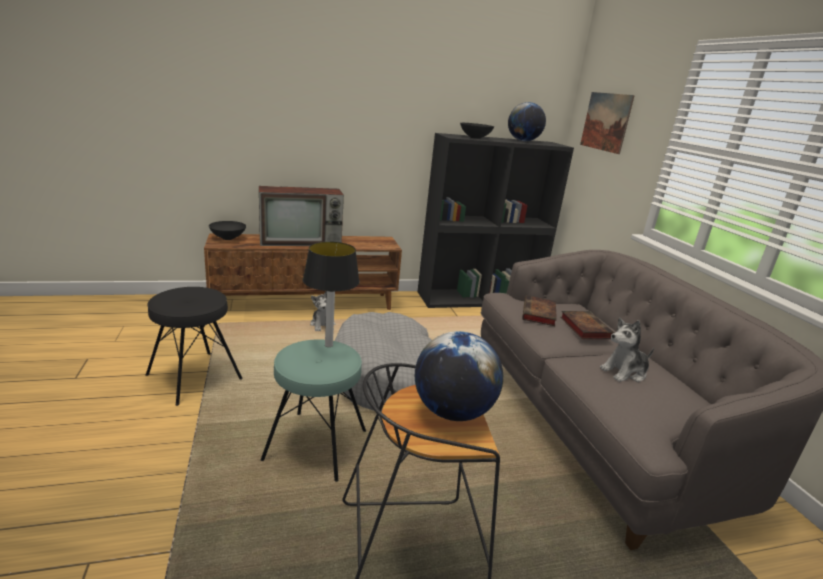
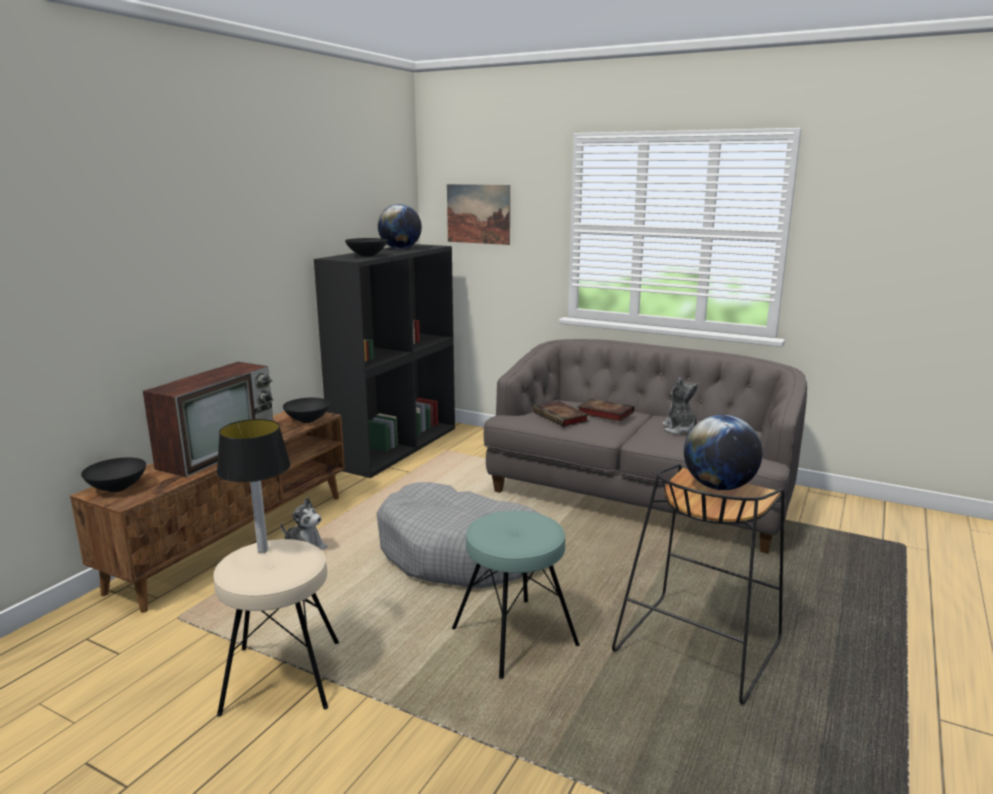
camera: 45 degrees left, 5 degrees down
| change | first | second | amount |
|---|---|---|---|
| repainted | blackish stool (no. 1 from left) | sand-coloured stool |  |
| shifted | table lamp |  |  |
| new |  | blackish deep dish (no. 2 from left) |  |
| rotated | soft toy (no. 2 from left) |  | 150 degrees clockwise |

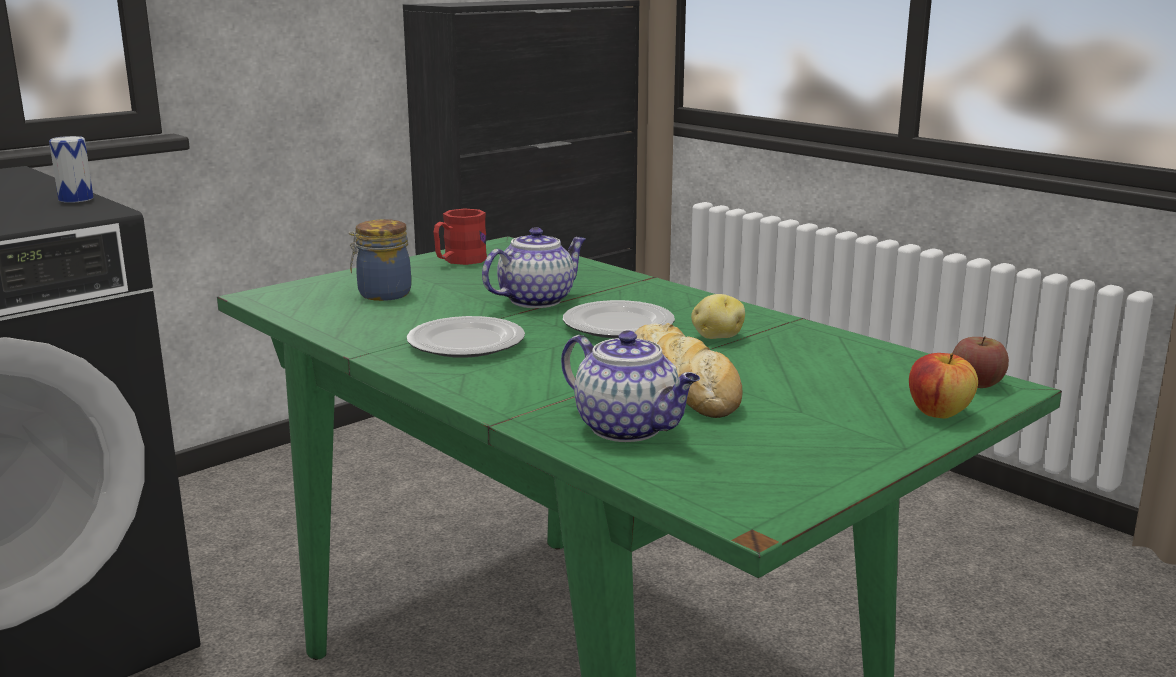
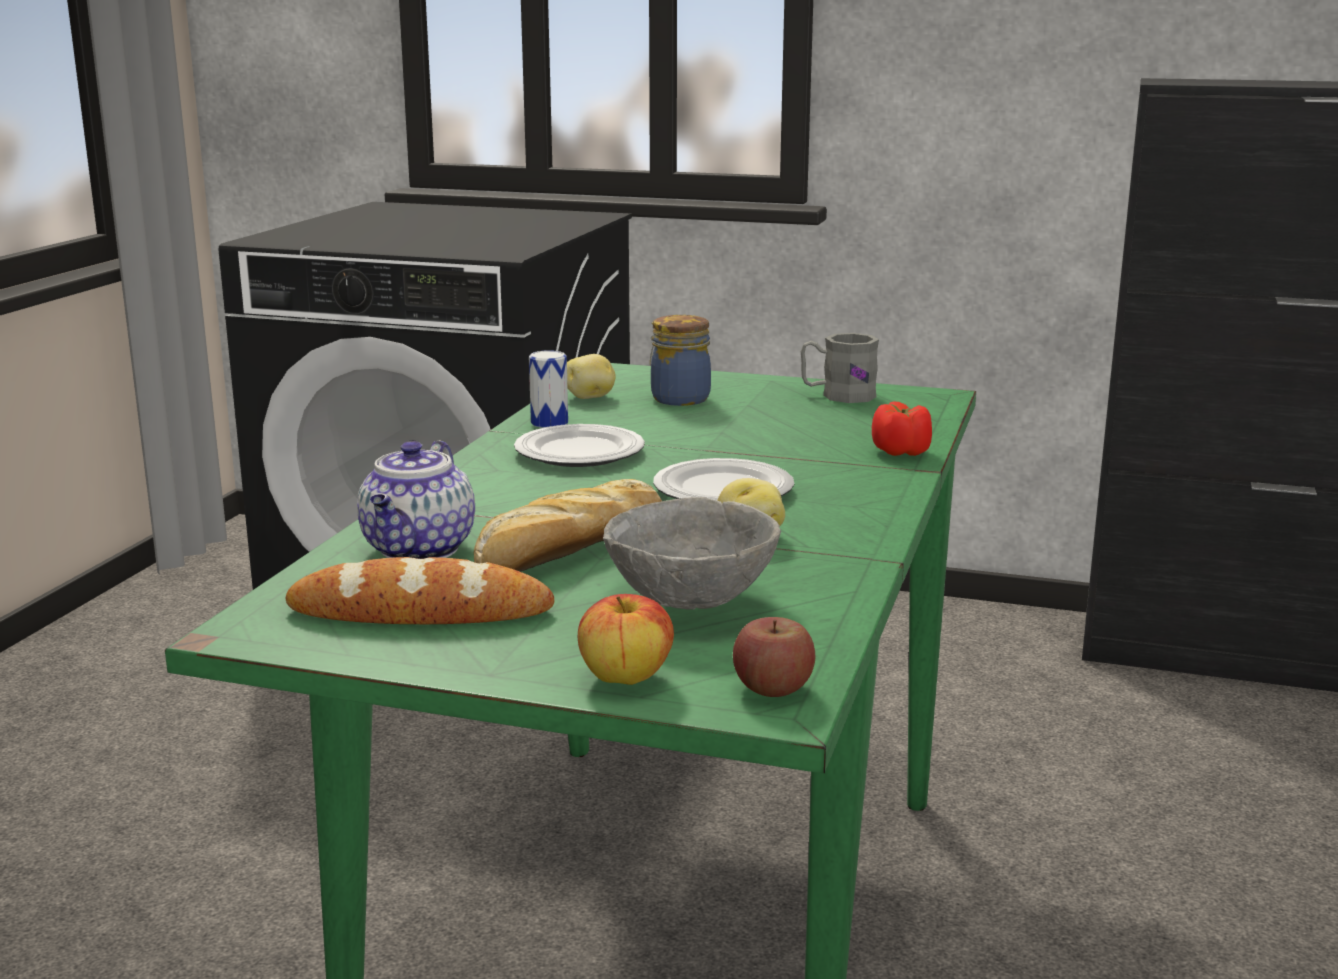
camera: 60 degrees right, 0 degrees up
| change | first | second | amount |
|---|---|---|---|
| new |  | bread (no. 1 from left) |  |
| shifted | sealed can |  |  |
| new |  | whole potato (no. 1 from left) |  |
| new |  | gray deep dish |  |
| repainted | red-coloured mug | gray mug |  |
| new |  | whole tomato |  |
| gone | tea pot (no. 1 from left) |  |  |

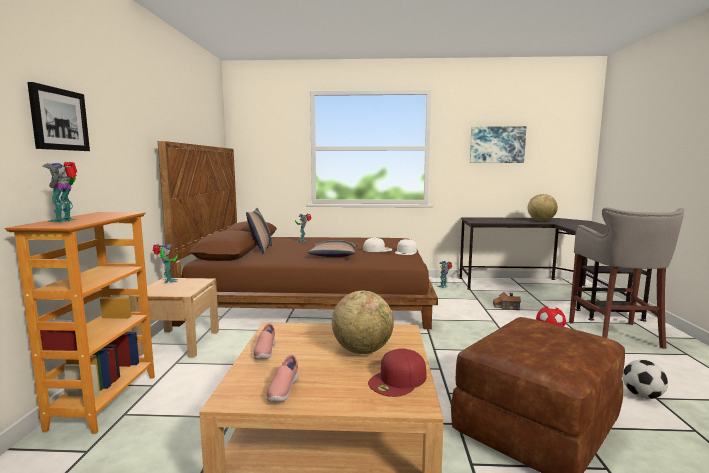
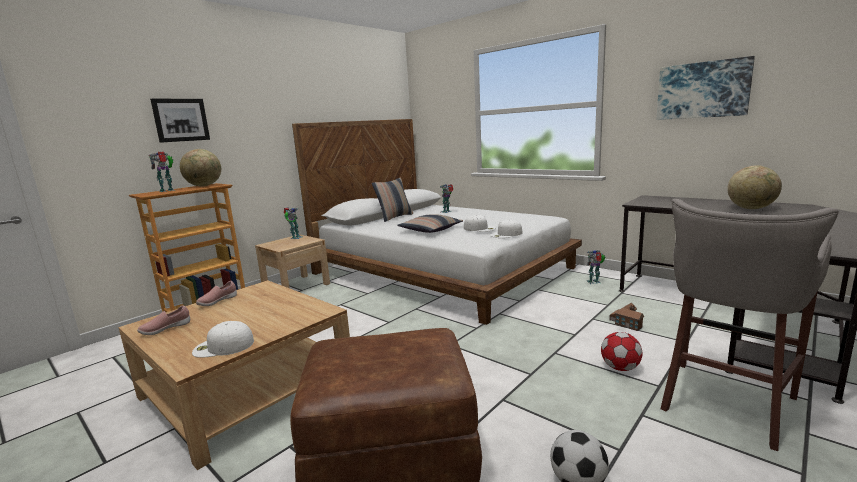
camera: 40 degrees right, 5 degrees up
| change | first | second | amount |
|---|---|---|---|
| shifted | globe (no. 1 from left) |  |  |
| repainted | red-coloured cap | white cap (no. 1 from left) |  |
| repainted | brown bedroom bed | white bedroom bed |  |

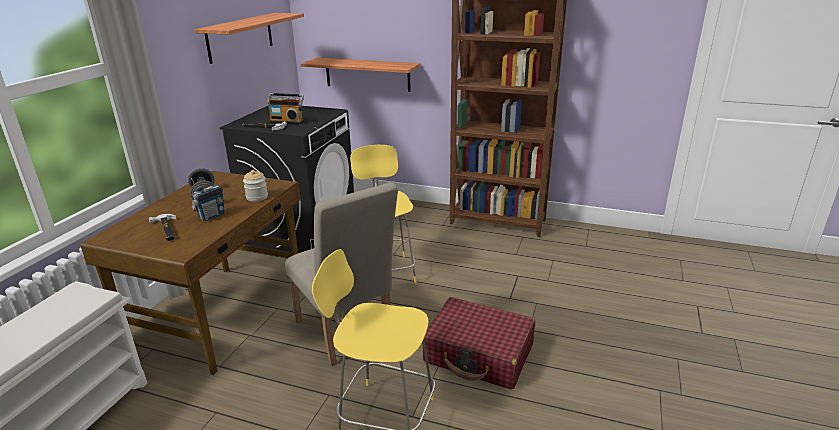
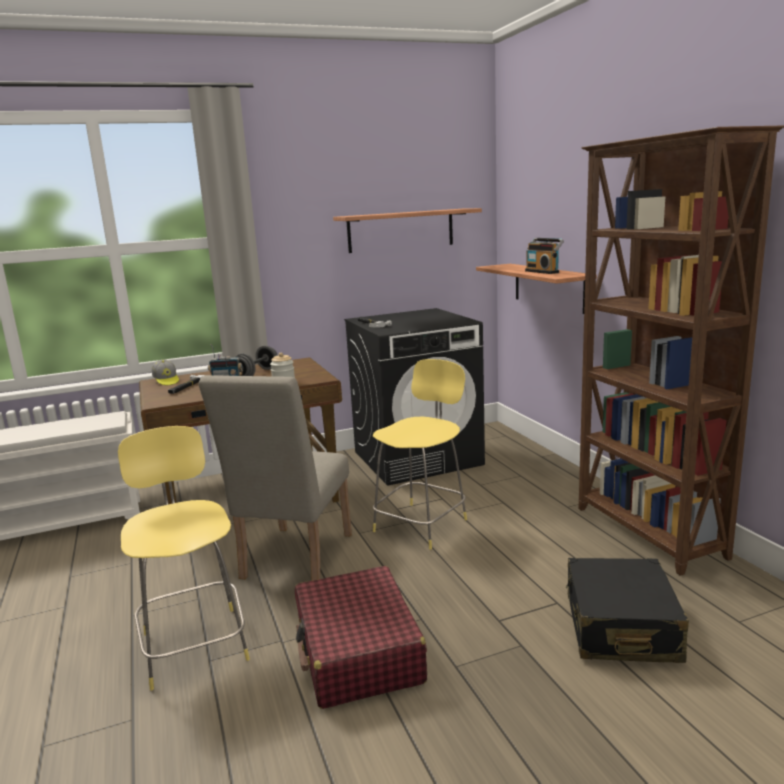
camera: 50 degrees right, 10 degrees down
| change | first | second | amount |
|---|---|---|---|
| new |  | cap |  |
| shifted | radio (no. 2 from left) |  |  |
| new |  | blackish travel case |  |

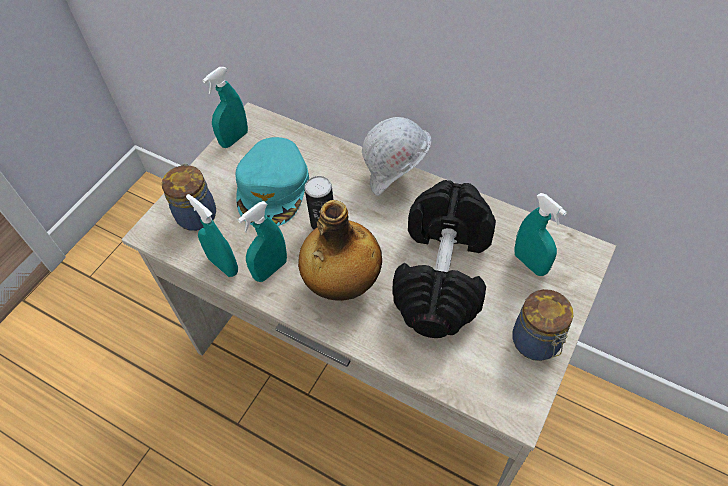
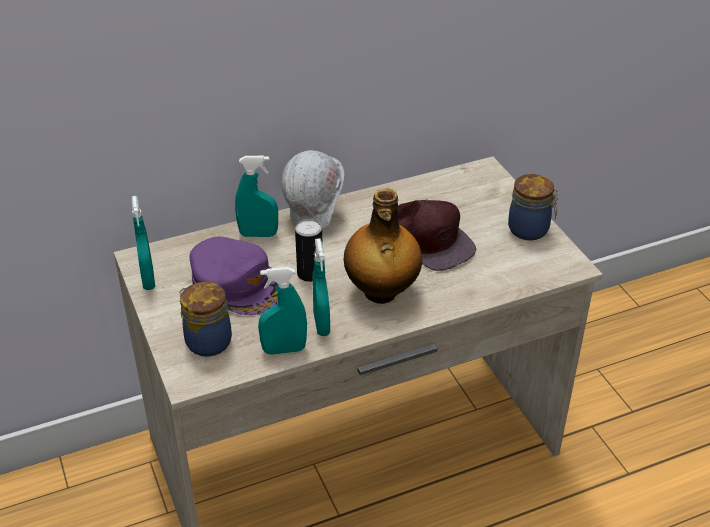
camera: 55 degrees left, 15 degrees down
| change | first | second | amount |
|---|---|---|---|
| repainted | blue-green cap | purple-coloured cap |  |
| shifted | blue-green hand sprayer (no. 4 from left in the first image) | blue-green hand sprayer (no. 2 from left) |  |
| swapped | blackish hand weight | brown cap |  |

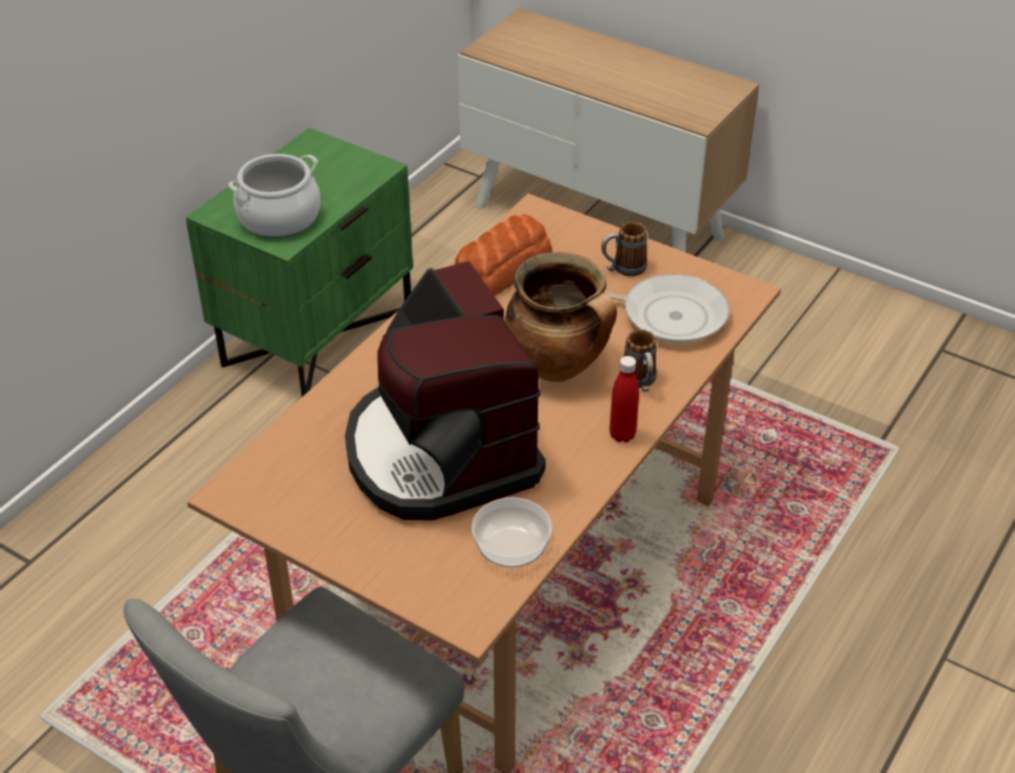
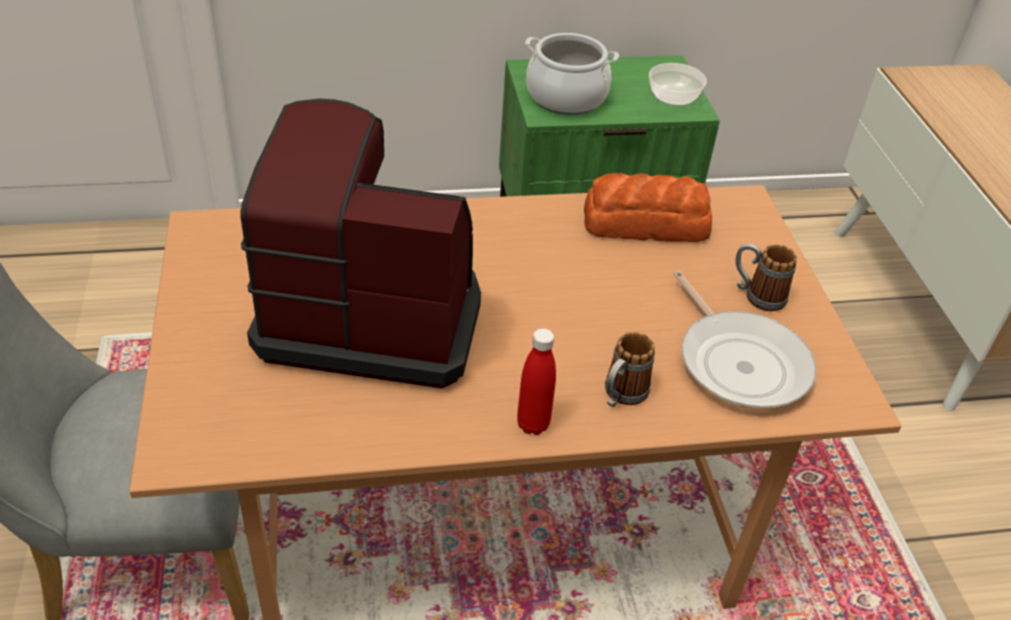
camera: 45 degrees right, 0 degrees up
| change | first | second | amount |
|---|---|---|---|
| rotated | coffee brewer |  | 75 degrees clockwise |
| shifted | deep dish |  |  |
| gone | saucepot (no. 2 from left) |  |  |

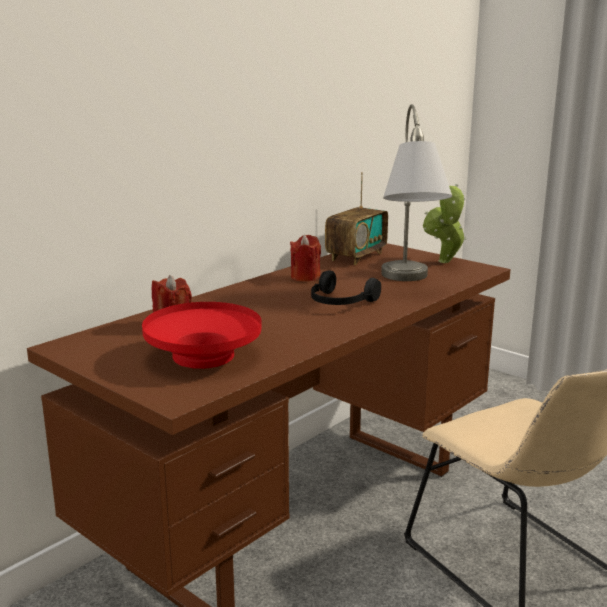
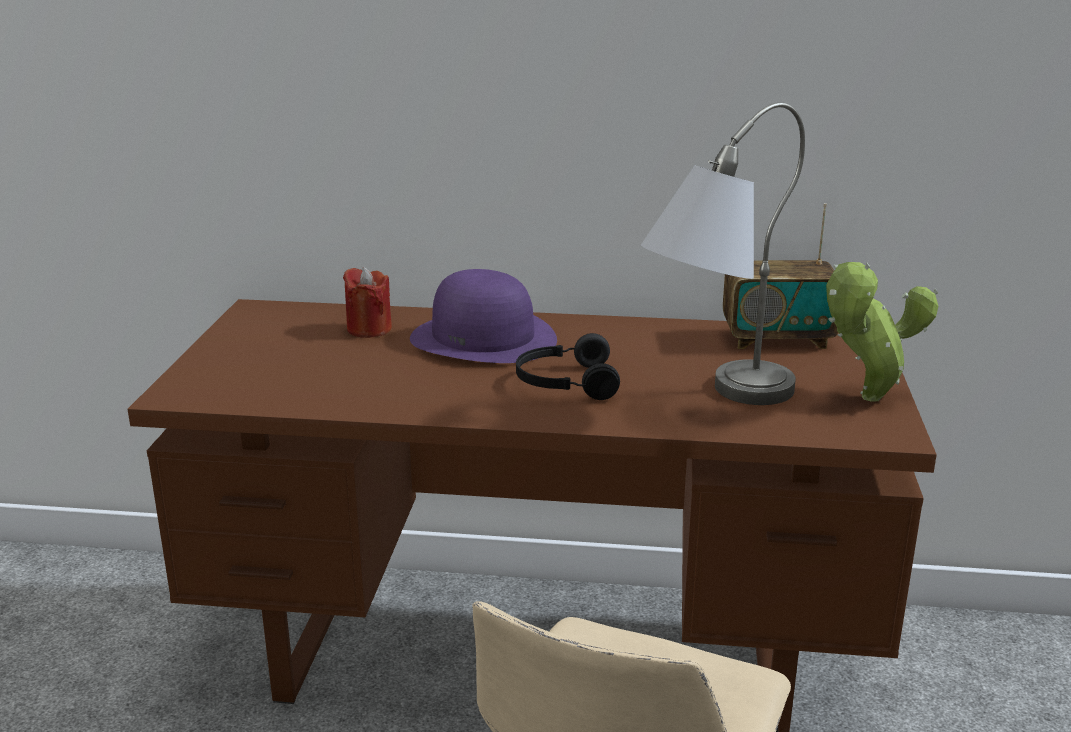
camera: 55 degrees right, 5 degrees up
| change | first | second | amount |
|---|---|---|---|
| new |  | purple-coloured wearable hat |  |
| gone | red-coloured deep dish |  |  |
| gone | red-coloured wax light (no. 2 from left) |  |  |

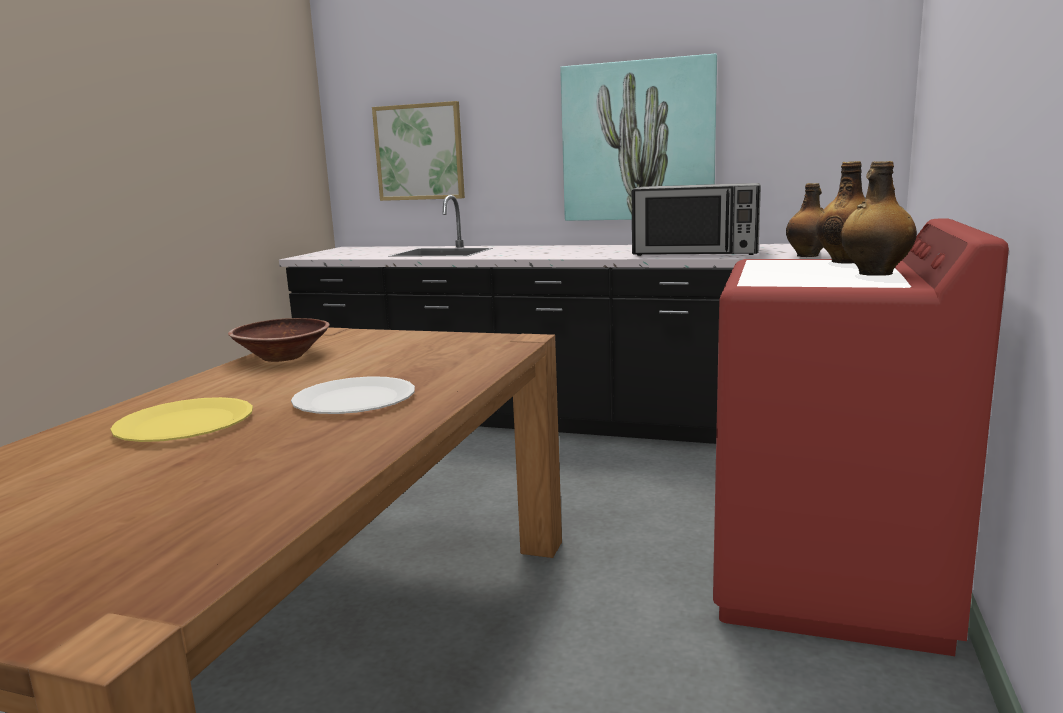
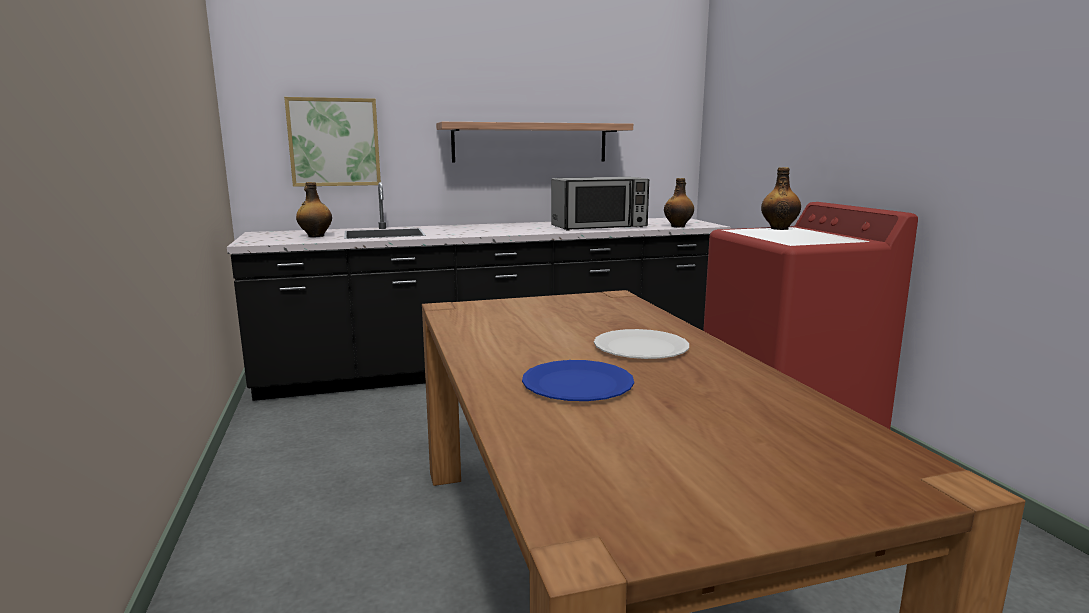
camera: 35 degrees left, 0 degrees up
| change | first | second | amount |
|---|---|---|---|
| shifted | beverage bottle (no. 3 from left in the first image) | beverage bottle (no. 1 from left) |  |
| swapped | picture (no. 2 from left) | bracket shelf |  |
| repainted | yellow-coloured flat dish | bluish flat dish |  |
| gone | brown deep dish |  |  |

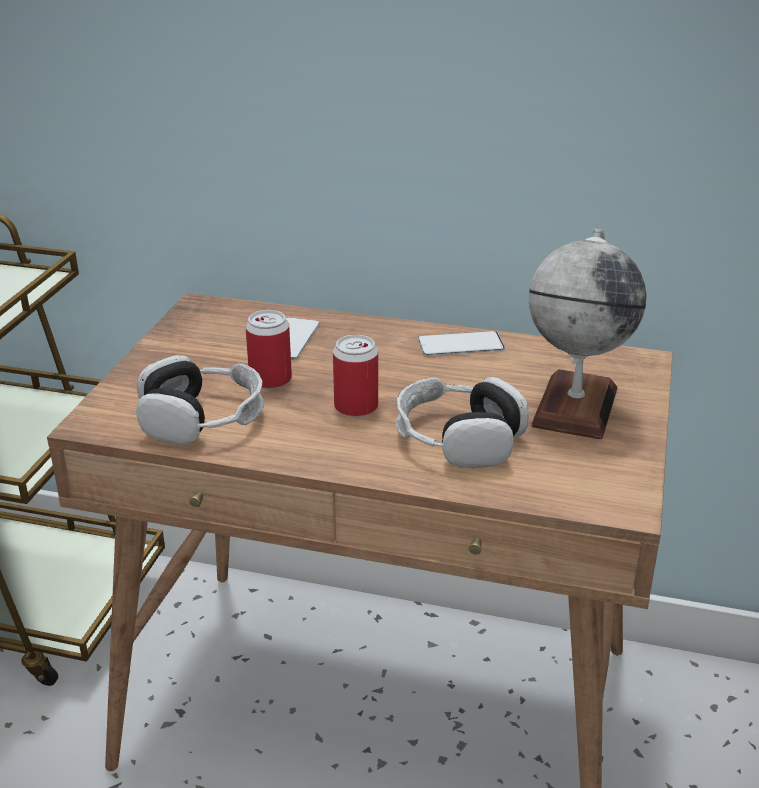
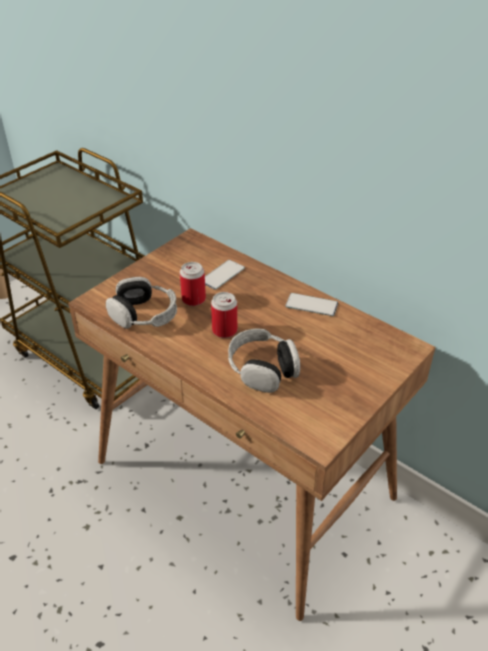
camera: 25 degrees right, 10 degrees up
| change | first | second | amount |
|---|---|---|---|
| gone | globe |  |  |

